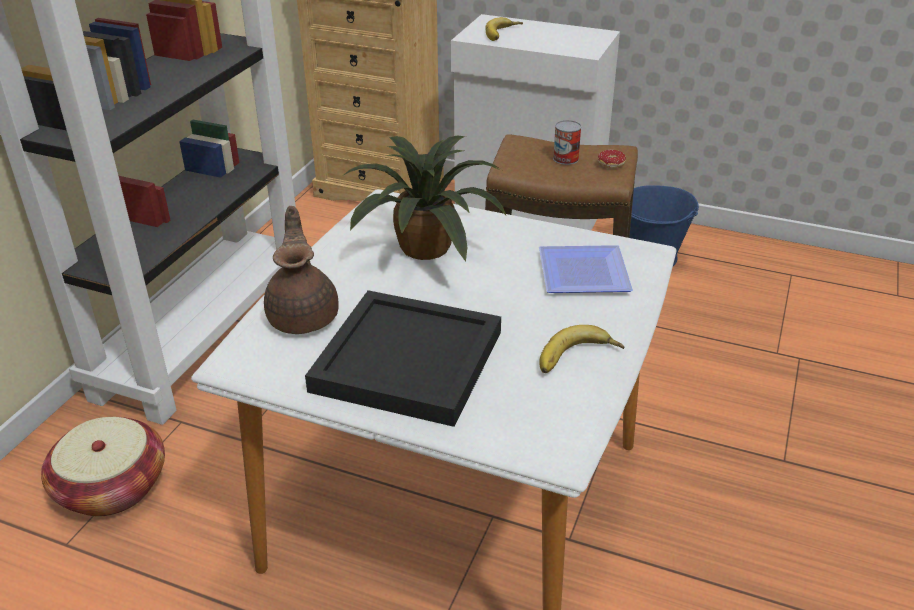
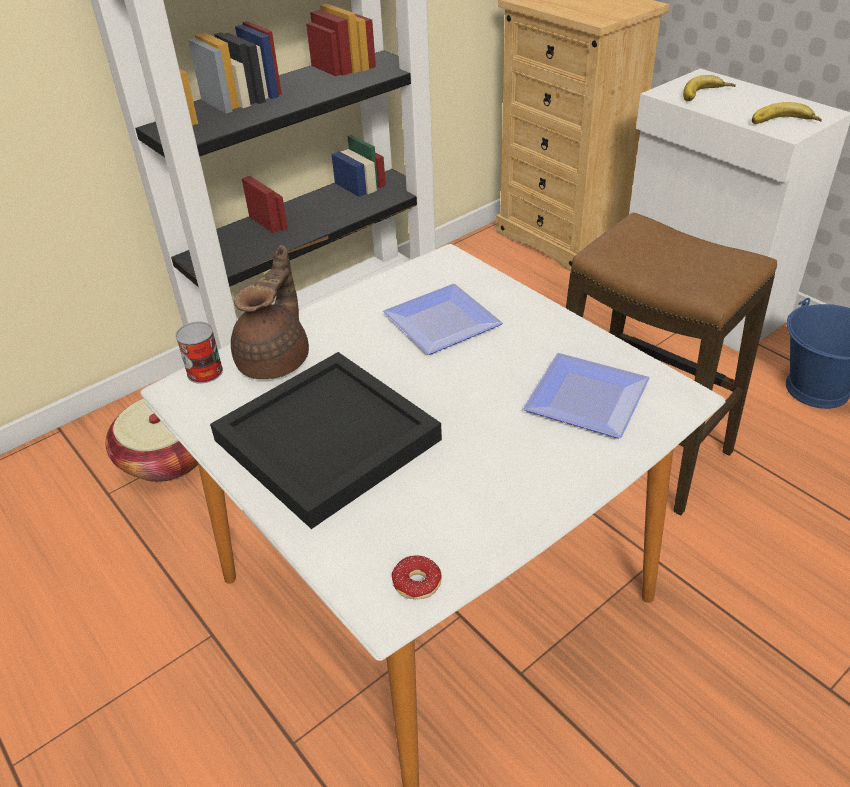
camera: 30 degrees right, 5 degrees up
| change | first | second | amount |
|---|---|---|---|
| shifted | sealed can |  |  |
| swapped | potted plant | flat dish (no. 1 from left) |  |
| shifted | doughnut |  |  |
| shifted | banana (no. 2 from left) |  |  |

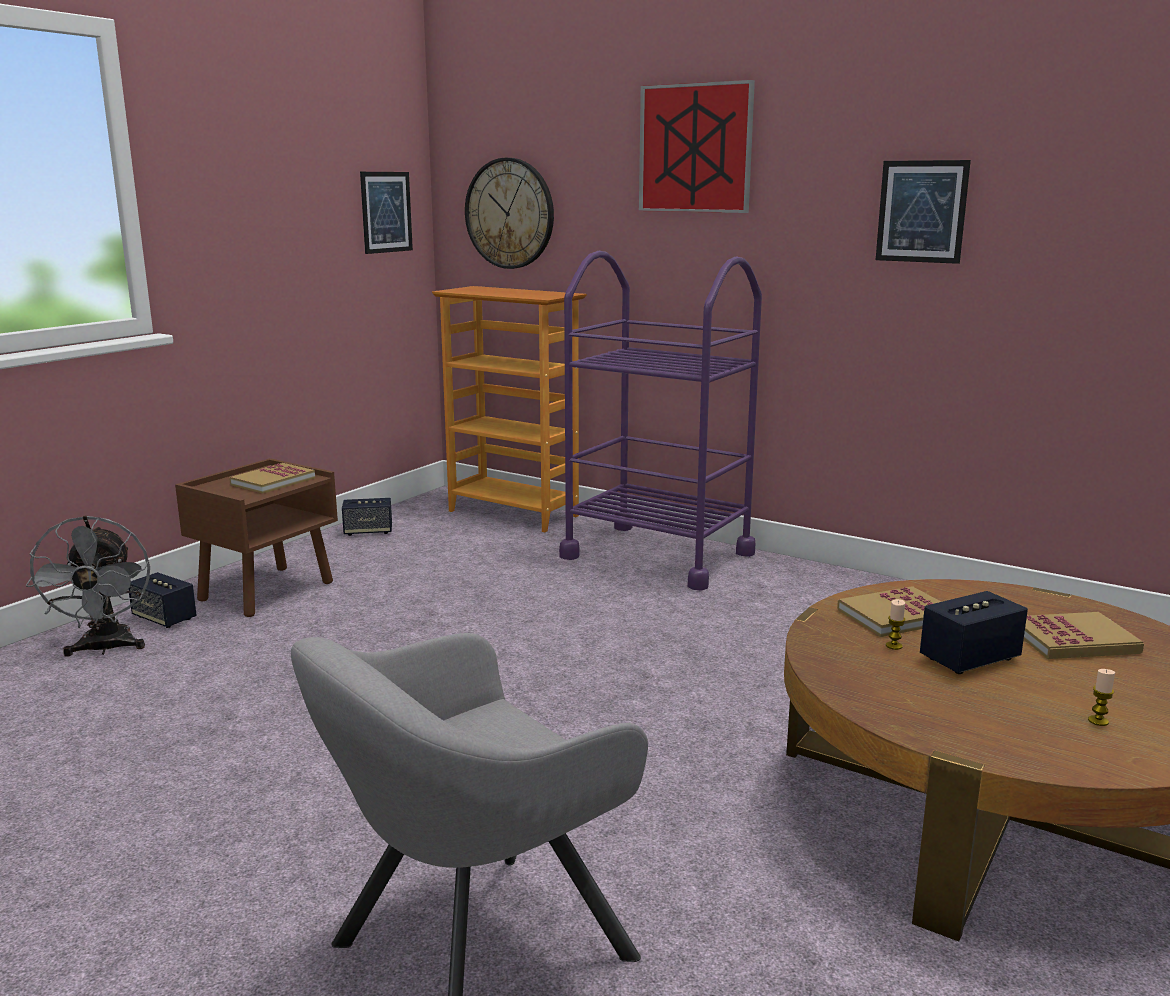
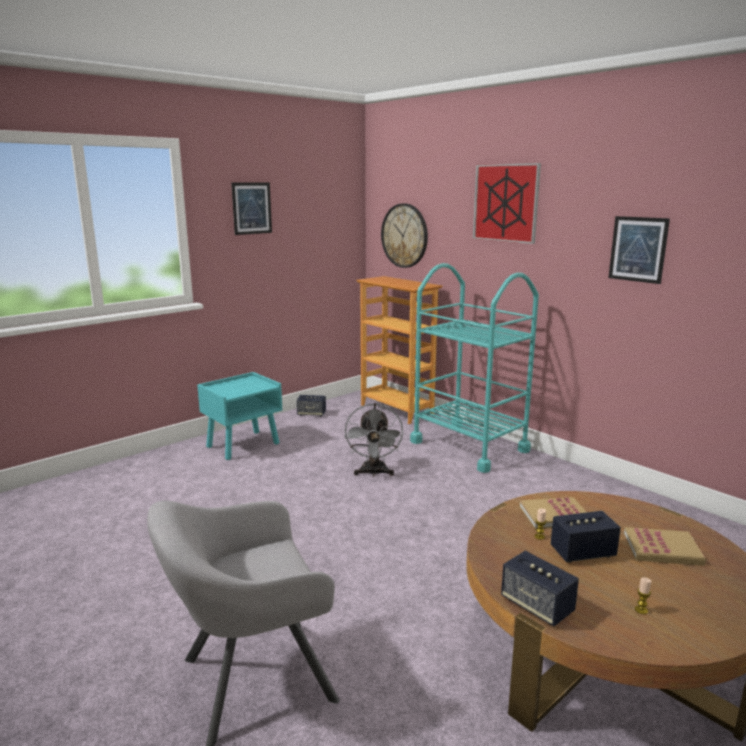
camera: 15 degrees right, 0 degrees up
| change | first | second | amount |
|---|---|---|---|
| repainted | brown bedside table | blue-green bedside table |  |
| shifted | picture (no. 1 from left) |  |  |
| shifted | gray cooling fan |  |  |
| repainted | purple-coloured trolley | blue-green trolley |  |
| shifted | loudspeaker (no. 1 from left in the first image) | loudspeaker (no. 2 from left) |  |
| gone | bound book (no. 1 from left) |  |  |

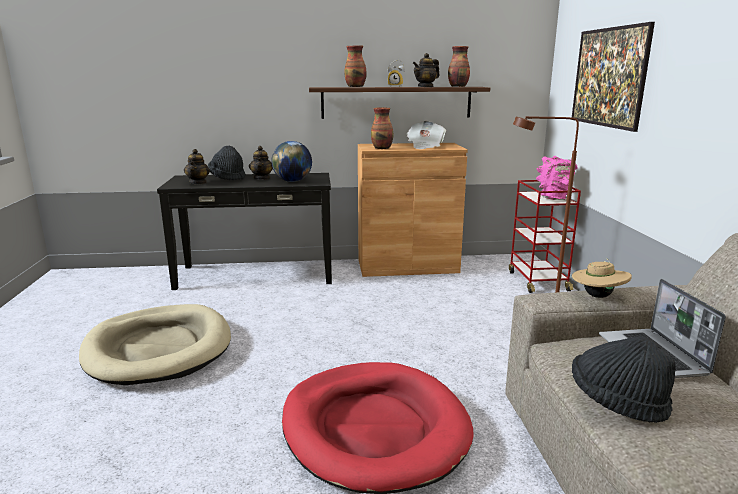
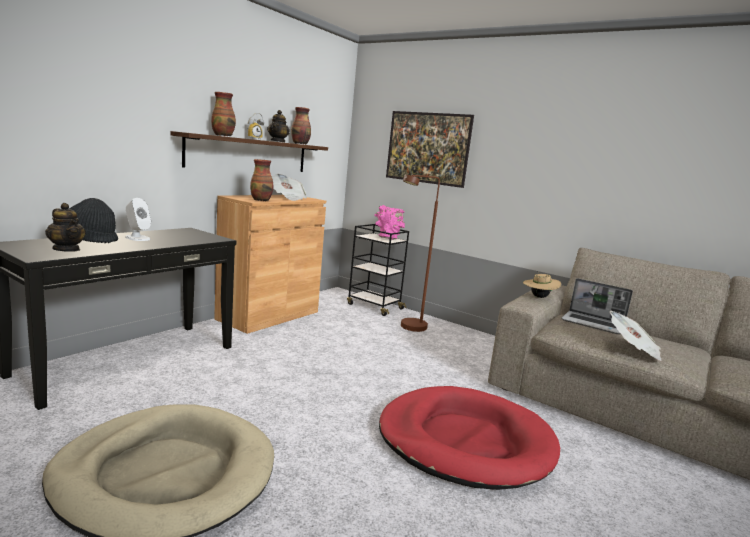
camera: 50 degrees left, 5 degrees down
| change | first | second | amount |
|---|---|---|---|
| swapped | tea pot (no. 2 from left) | white loudspeaker |  |
| repainted | red-coloured trolley | blackish trolley |  |
| swapped | blackish wearable hat (no. 2 from left) | daily paper (no. 2 from left) |  |
| gone | globe |  |  |

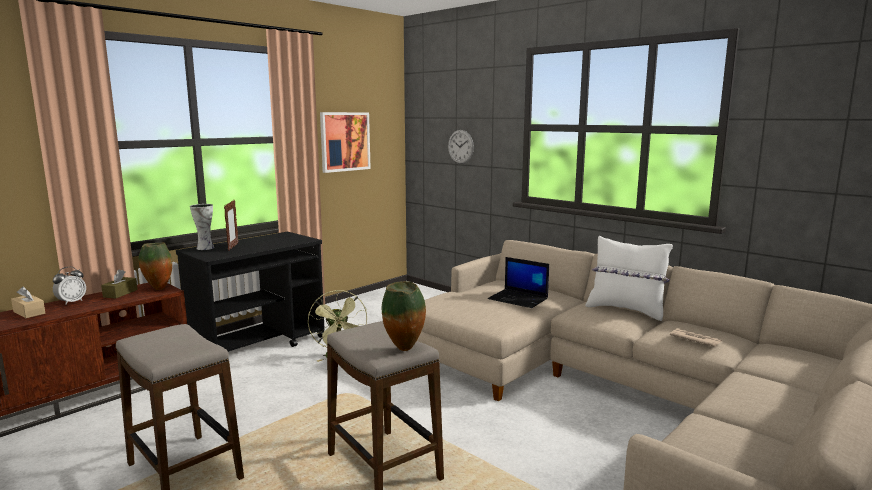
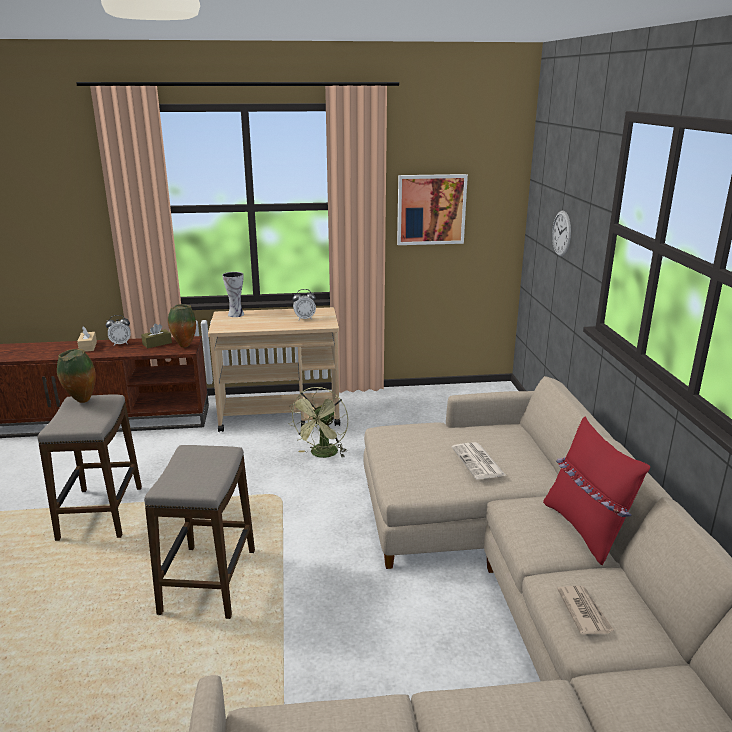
camera: 40 degrees right, 10 degrees up
| change | first | second | amount |
|---|---|---|---|
| shifted | vase (no. 3 from left in the first image) | vase (no. 1 from left) |  |
| repainted | blackish trolley | sand-coloured trolley |  |
| new |  | table clock (no. 2 from left) |  |
| swapped | portable computer | daily paper (no. 1 from left) |  |
| repainted | white throw pillow | red-coloured throw pillow |  |
| gone | picture frame |  |  |

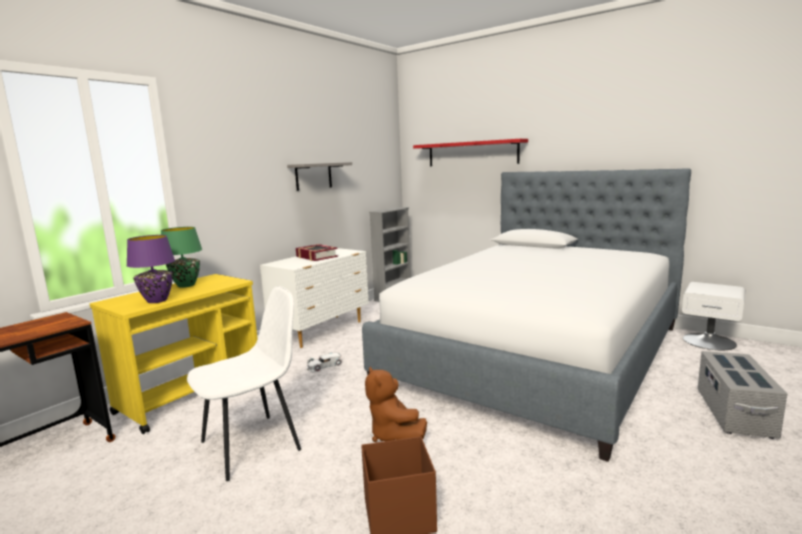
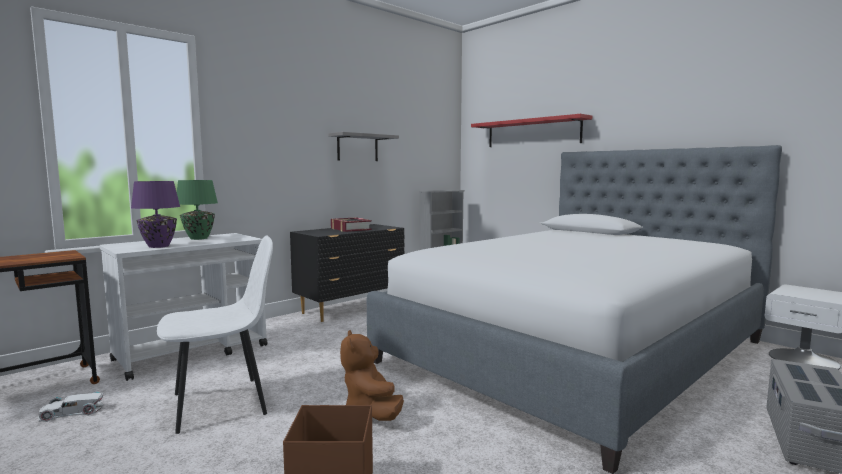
camera: 10 degrees right, 5 degrees down
| change | first | second | amount |
|---|---|---|---|
| shifted | white model car |  |  |
| repainted | yellow-coloured trolley | white trolley |  |
| repainted | white dresser | blackish dresser |  |

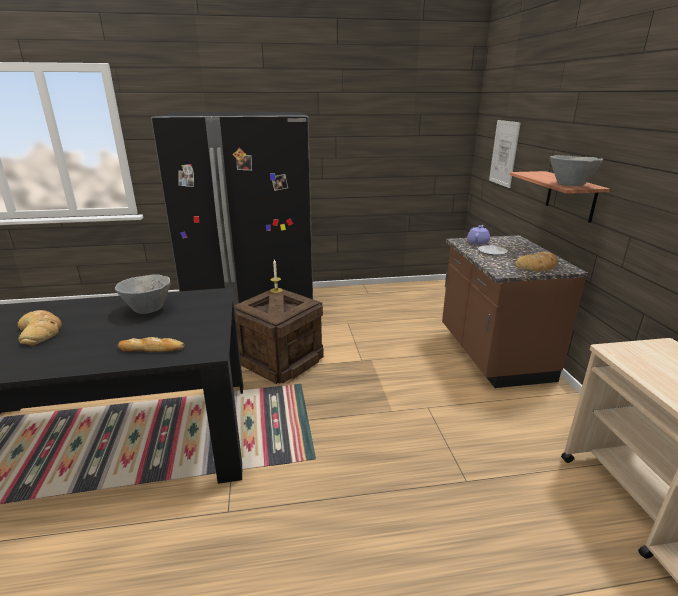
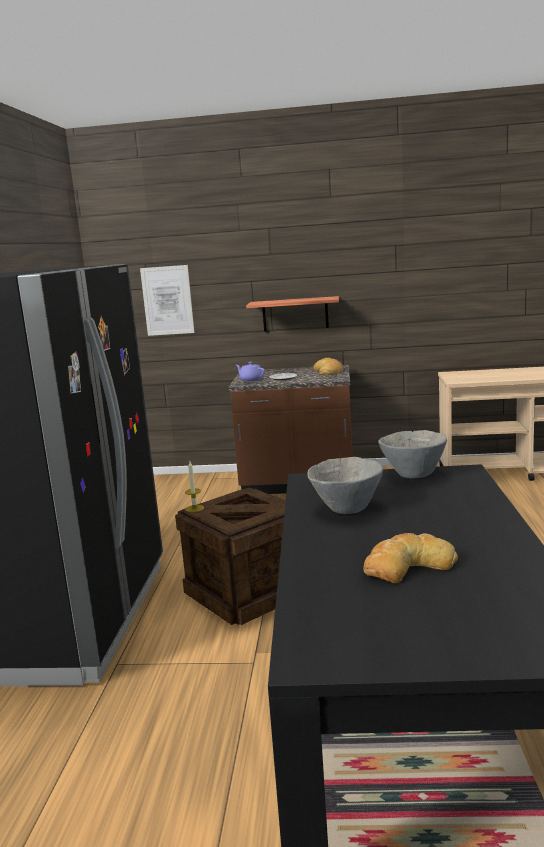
camera: 75 degrees left, 10 degrees down
| change | first | second | amount |
|---|---|---|---|
| shifted | gray deep dish (no. 2 from left) |  |  |
| gone | bread (no. 2 from left) |  |  |

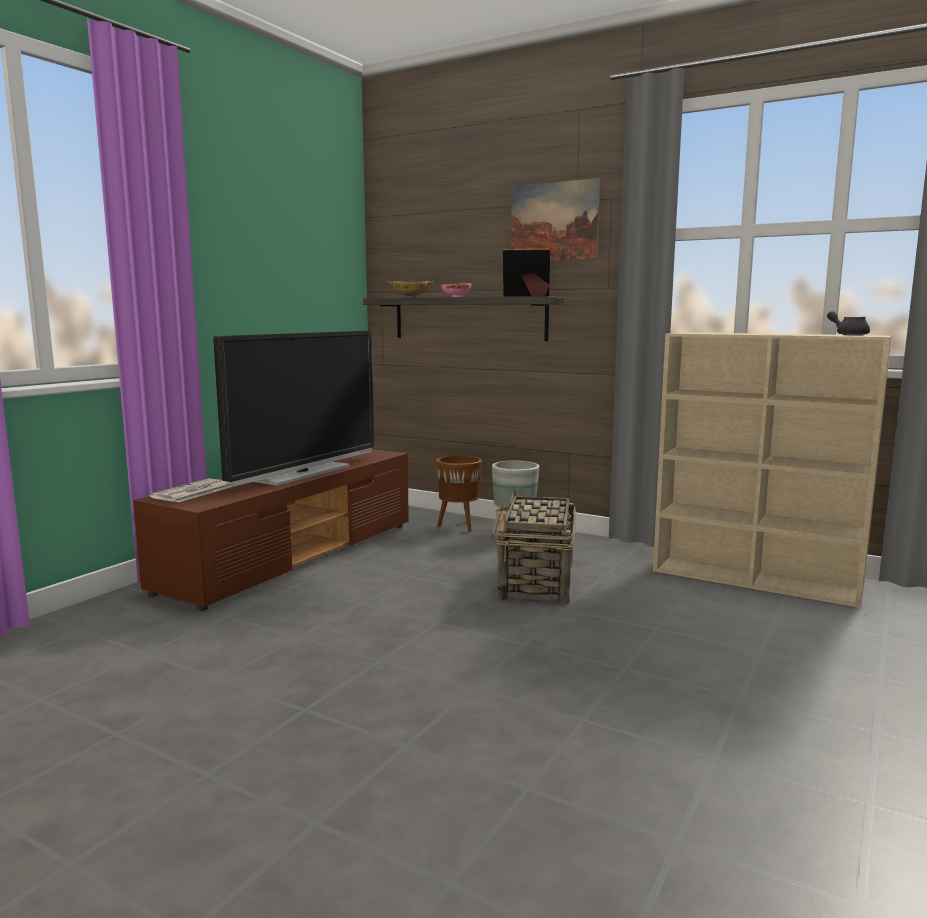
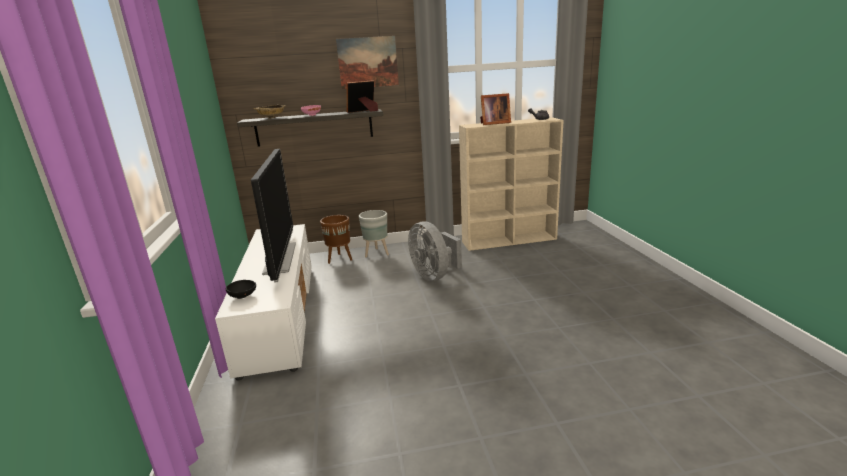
camera: 40 degrees left, 10 degrees up
| change | first | second | amount |
|---|---|---|---|
| repainted | brown tv unit | white tv unit |  |
| swapped | daily paper | blackish deep dish |  |
| swapped | basket | gray cooling fan |  |
| new |  | picture frame (no. 2 from left) |  |

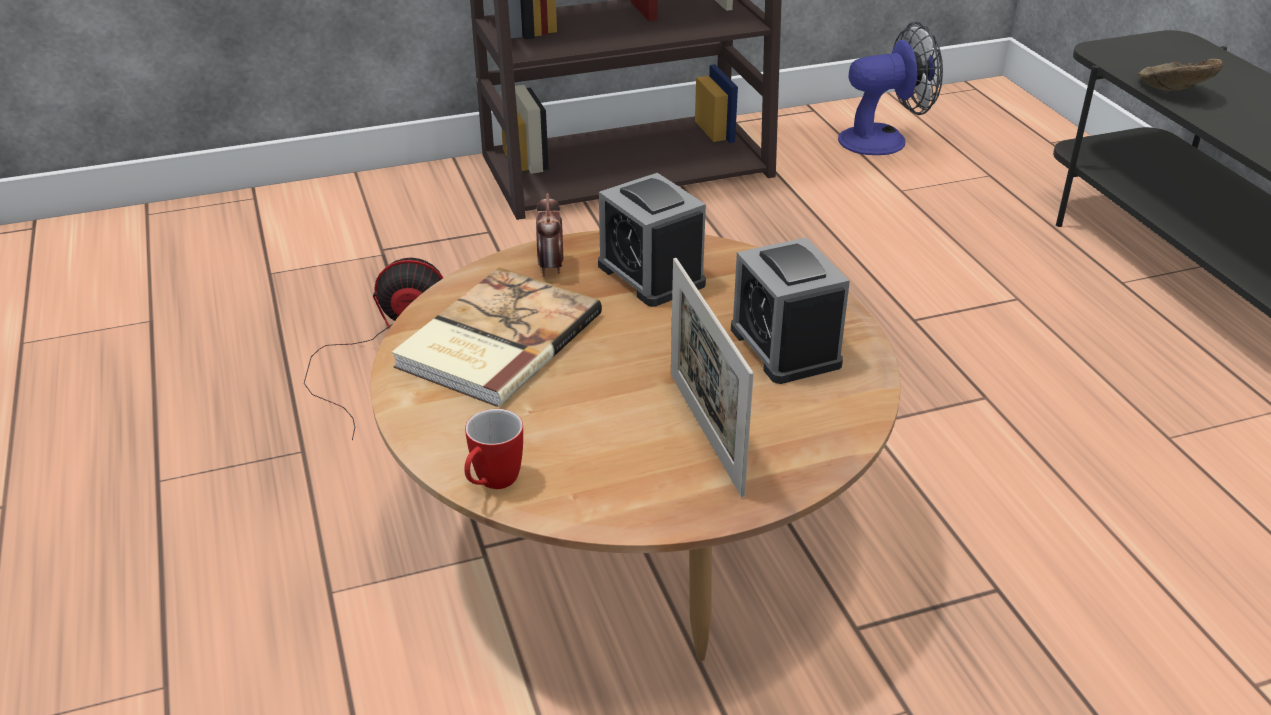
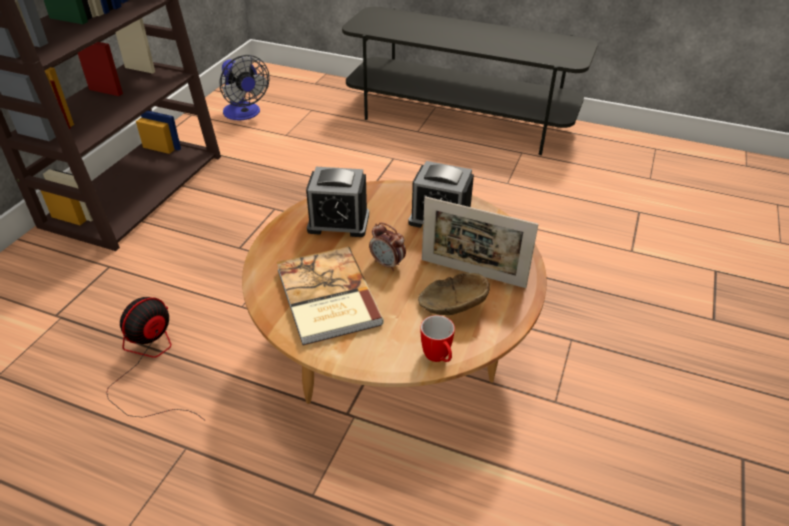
camera: 50 degrees left, 5 degrees up
| change | first | second | amount |
|---|---|---|---|
| rotated | cooling fan (no. 2 from left) |  | 120 degrees clockwise |
| shifted | table clock (no. 1 from left in the first image) | table clock (no. 2 from left) |  |
| shifted | brown deep dish |  |  |

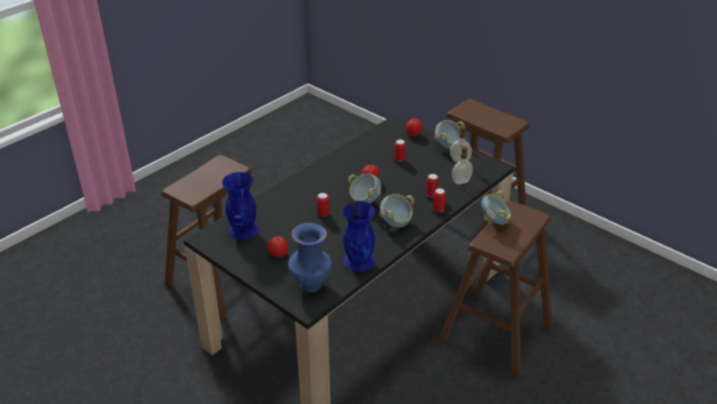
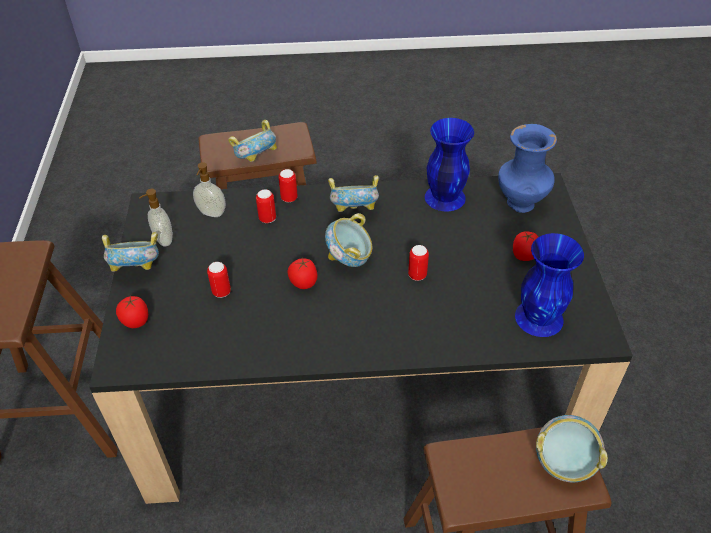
camera: 135 degrees left, 10 degrees up
| change | first | second | amount |
|---|---|---|---|
| new |  | deep dish (no. 5 from left) |  |

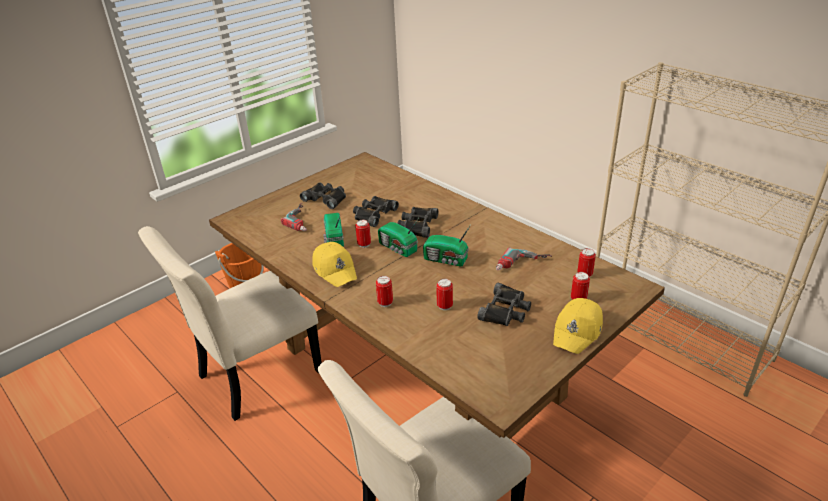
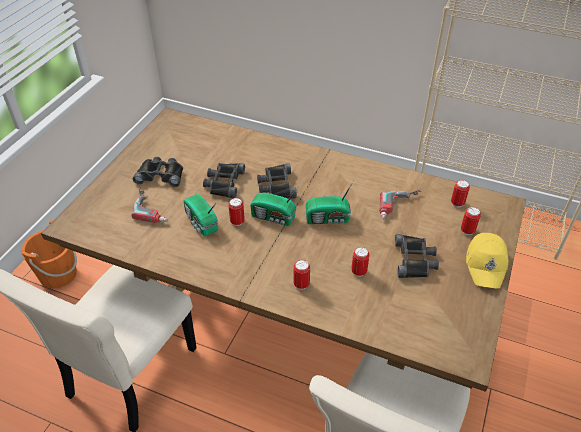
camera: 25 degrees left, 10 degrees up
| change | first | second | amount |
|---|---|---|---|
| gone | yellow-coloured cap (no. 1 from left) |  |  |

